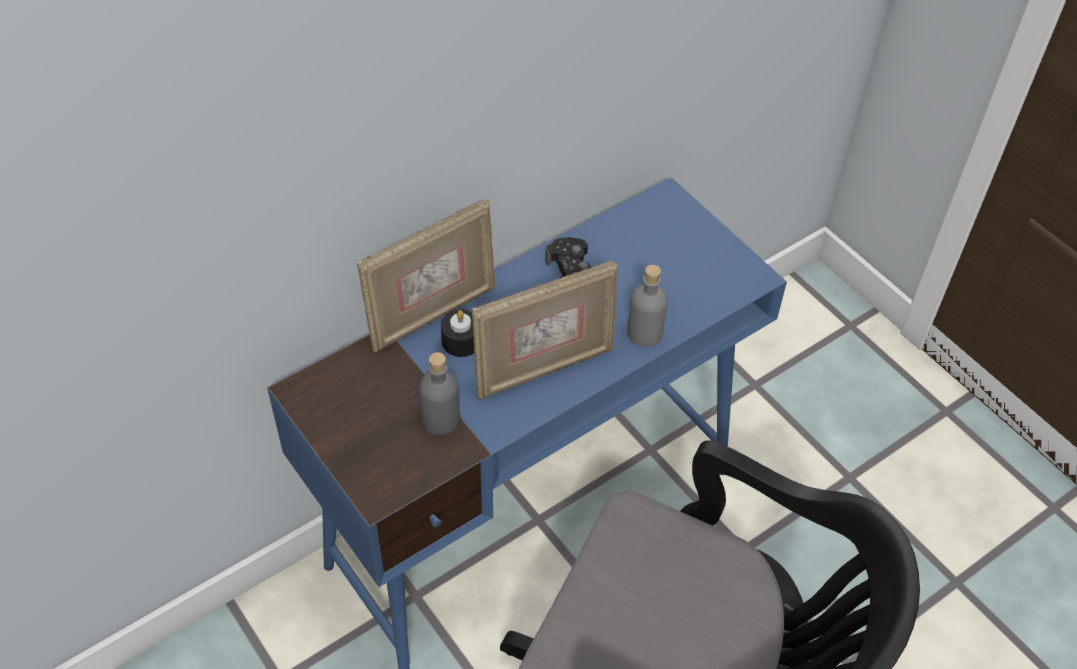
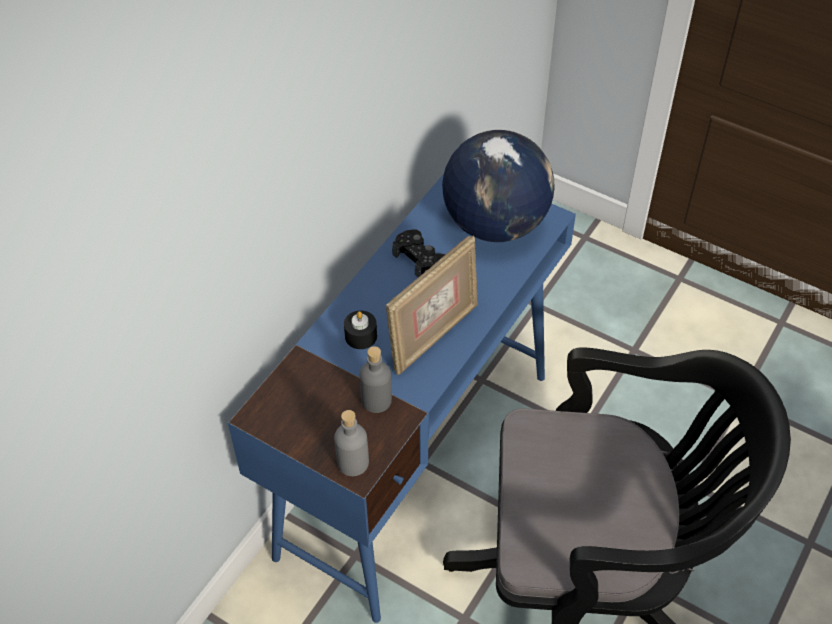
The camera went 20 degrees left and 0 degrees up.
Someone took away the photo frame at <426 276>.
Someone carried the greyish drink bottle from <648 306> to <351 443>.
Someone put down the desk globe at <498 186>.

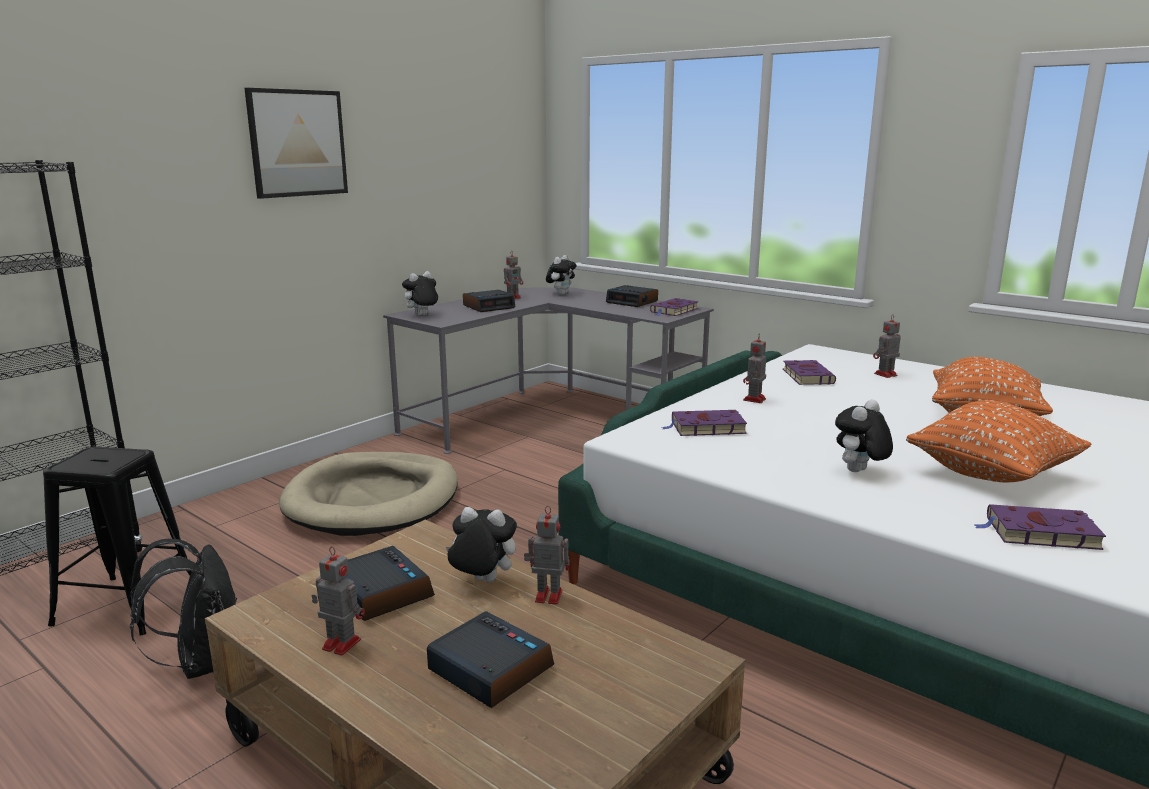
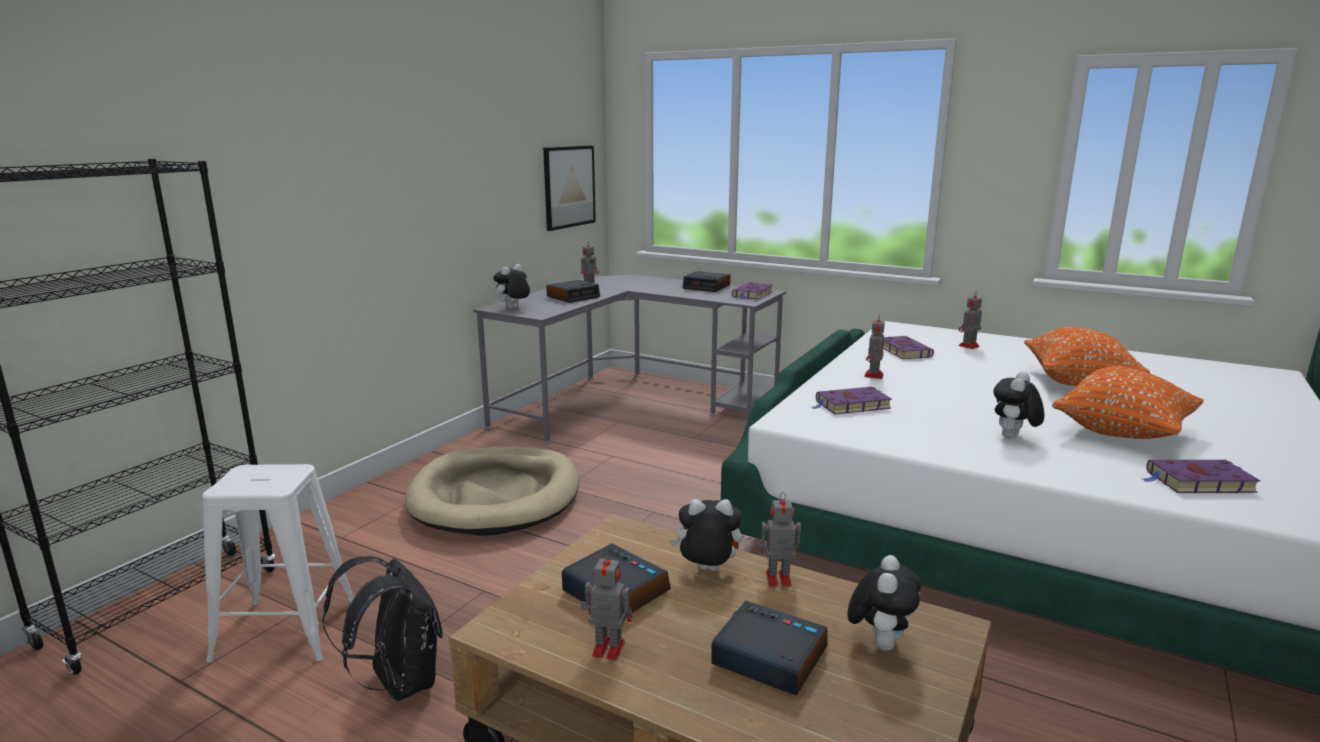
The camera went 10 degrees left and 0 degrees up.
Someone repainted the blackish stool seat at <117 540>, which became the white-coloured stool seat at <278 563>.
Someone carried the wall picture from <296 143> to <569 188>.
Someone carried the plush toy from <561 275> to <884 603>.

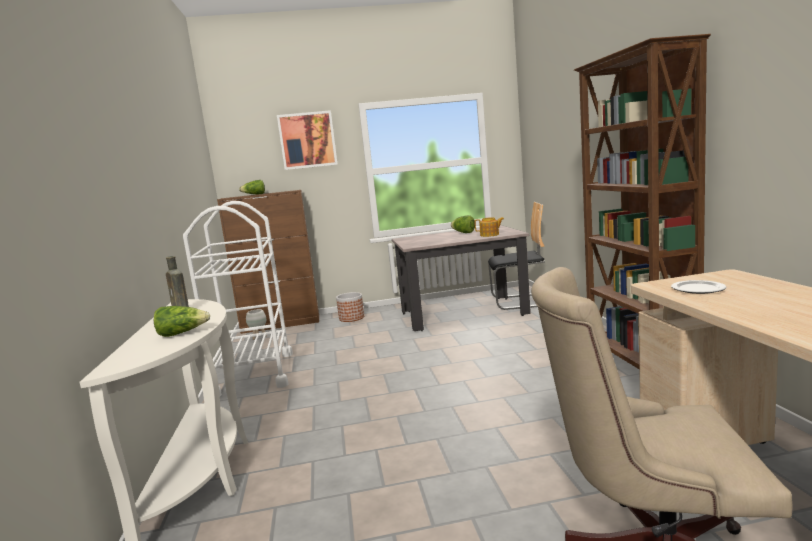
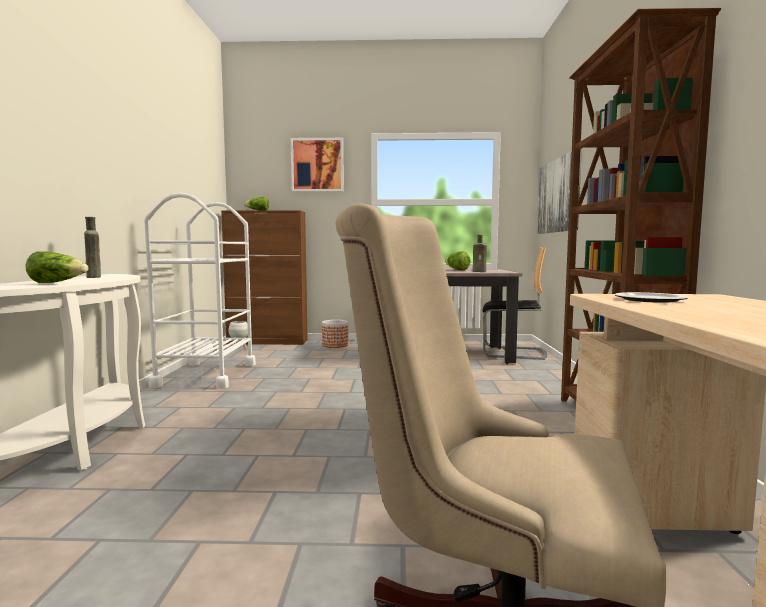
The camera went 10 degrees right and 5 degrees down.
Someone swapped the teapot at <489 227> for the brownish drink bottle at <480 253>.
Someone put up the wall picture at <560 191>.

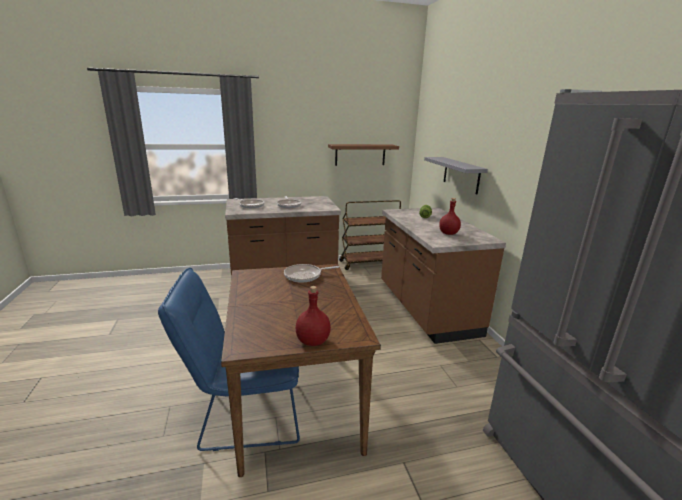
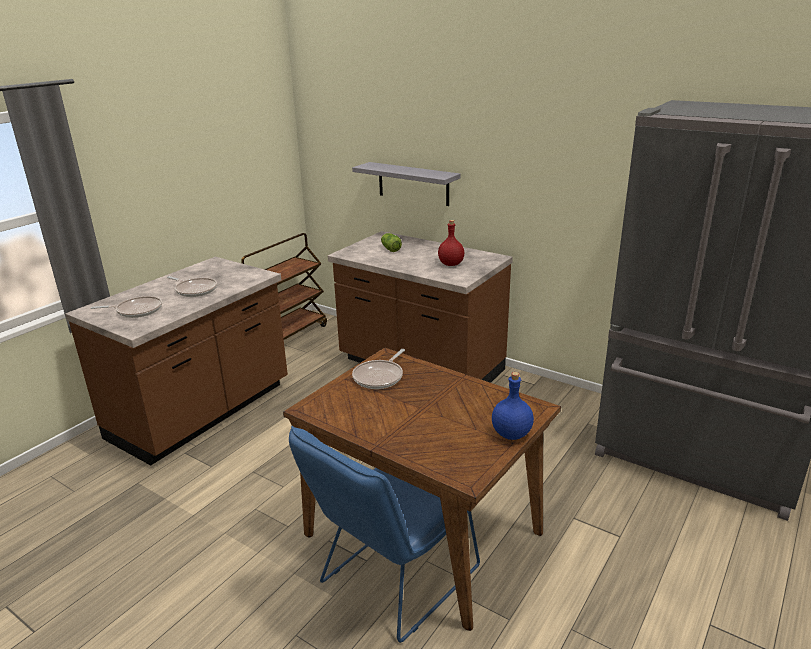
The camera went 40 degrees left and 5 degrees up.
Someone repainted the red drink bottle at <313 316>, which became the blue-coloured drink bottle at <513 406>.
Someone took away the brownish shelf at <363 155>.

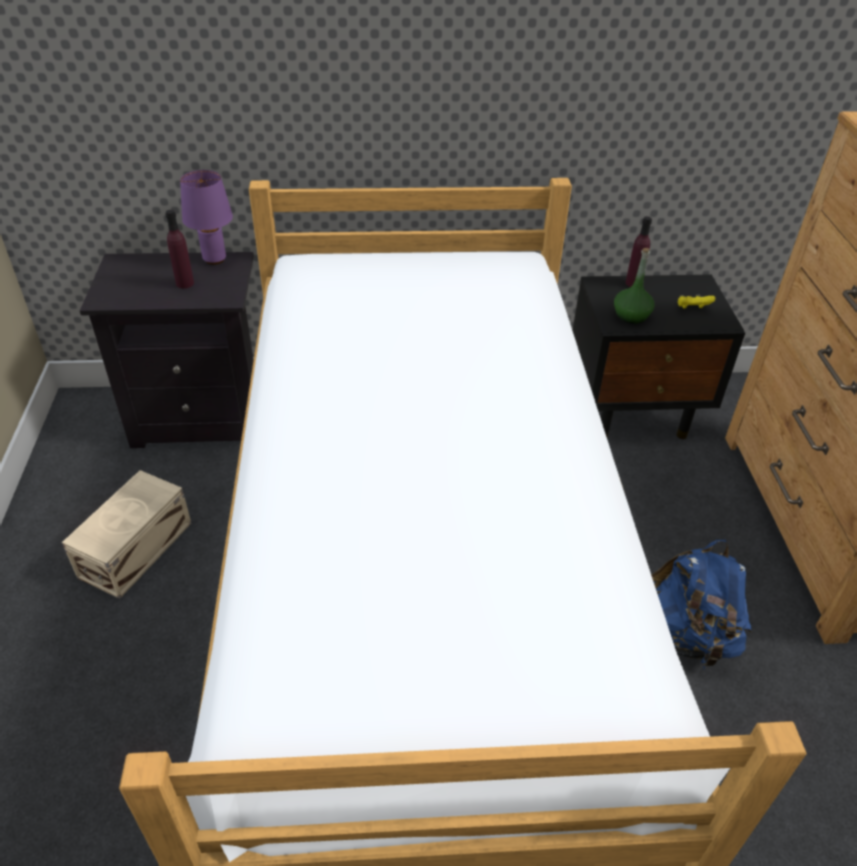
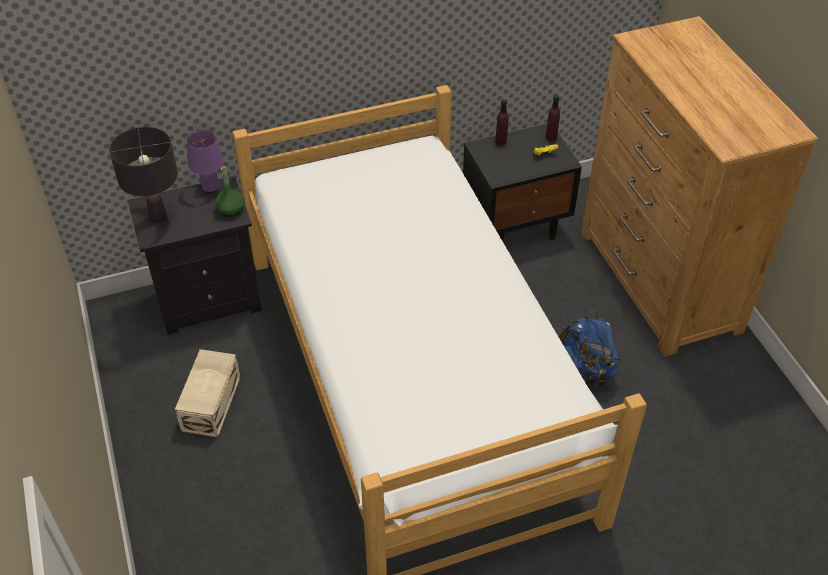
The camera went 15 degrees left and 5 degrees up.
Someone carried the purplish drink bottle from <179 249> to <553 118>.
Someone carried the green-coloured drink bottle from <634 286> to <230 191>.
Someone put down the blackish tabletop lamp at <143 175>.

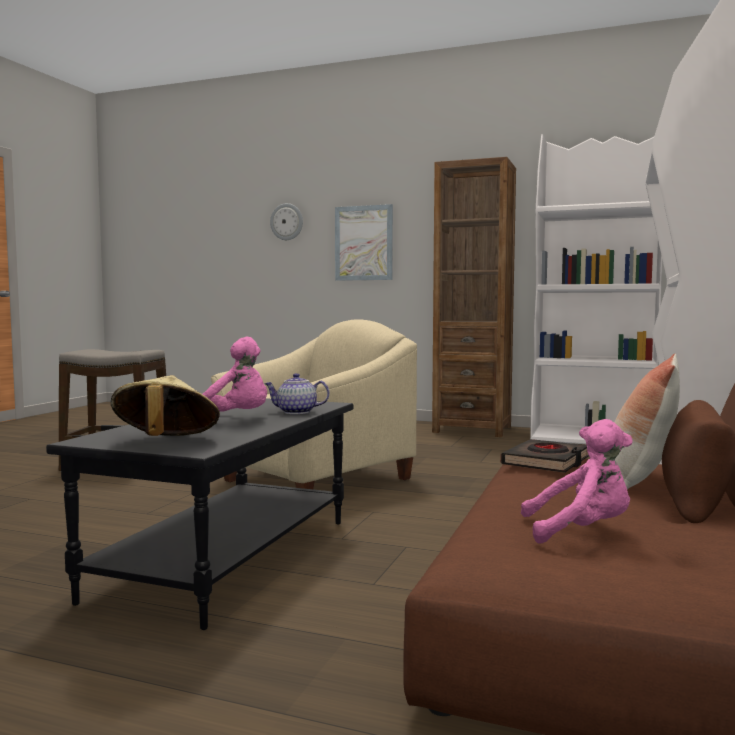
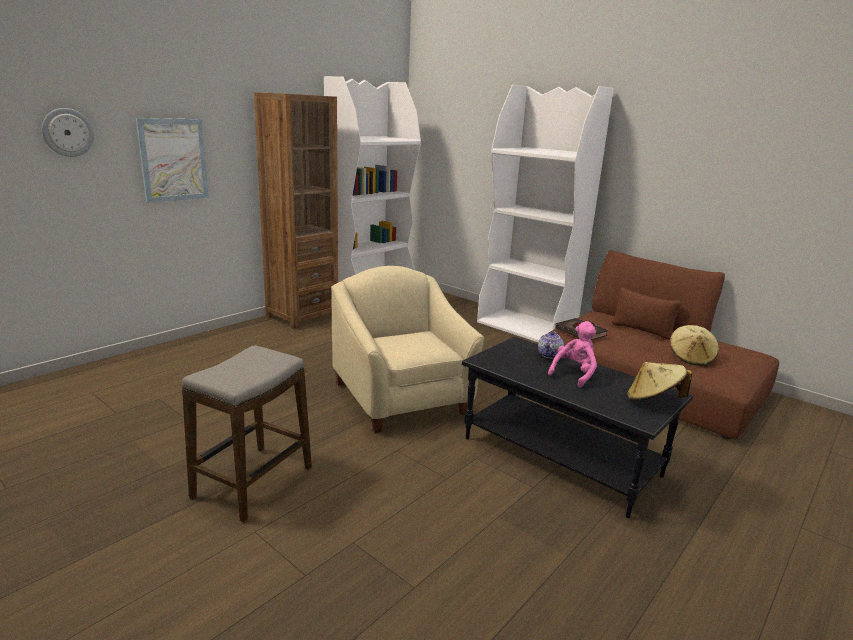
The camera went 70 degrees left and 15 degrees up.
Someone swapped the pink-coloured plush toy at <577 481> for the sand-coloured clothing hat at <694 345>.
Someone took away the throw pillow at <647 421>.

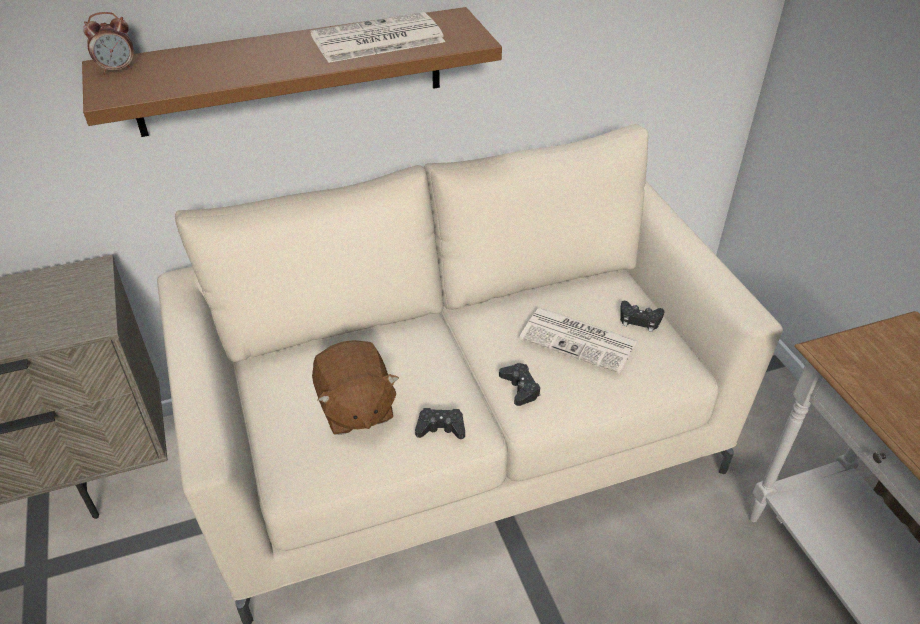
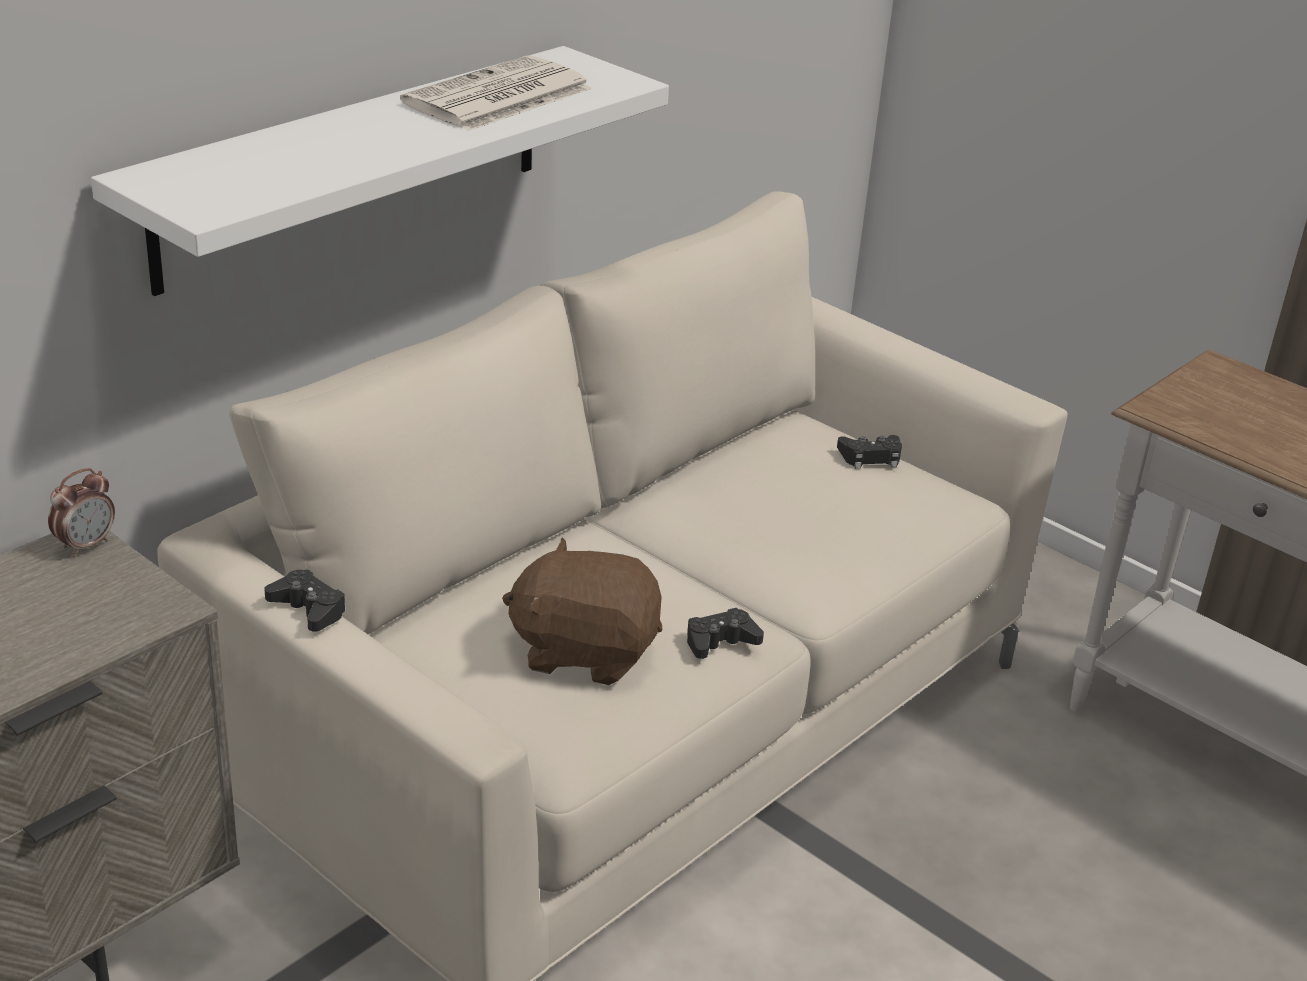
The camera went 30 degrees left and 10 degrees down.
Someone repainted the brownish shelf at <292 72>, which became the white-coloured shelf at <380 171>.
Someone carried the table clock from <108 43> to <81 512>.
Someone rotated the brownish plush toy at <355 387> by 150 degrees clockwise.
Someone carried the blackish game controller from <520 384> to <305 600>.
Someone took away the newspaper at <578 340>.

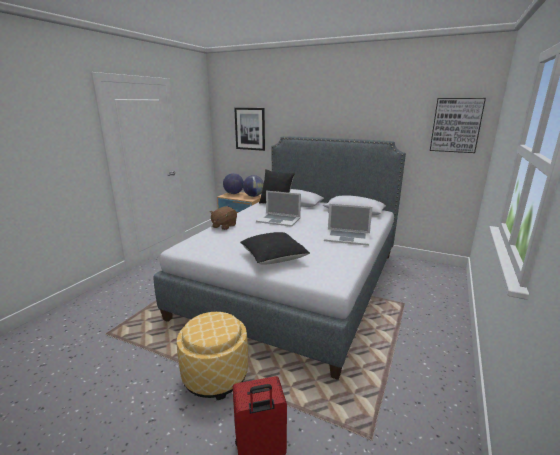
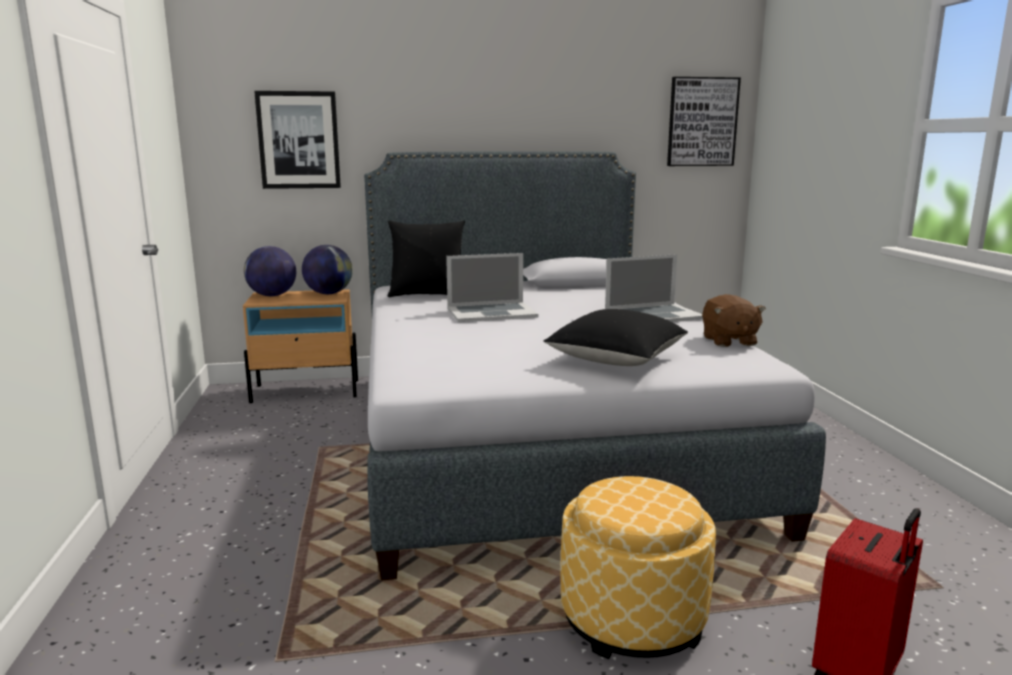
The camera went 35 degrees left and 5 degrees down.
Someone carried the brownish plush toy from <223 218> to <734 320>.

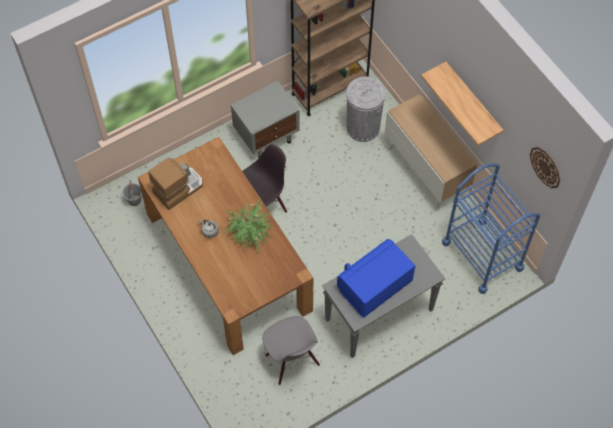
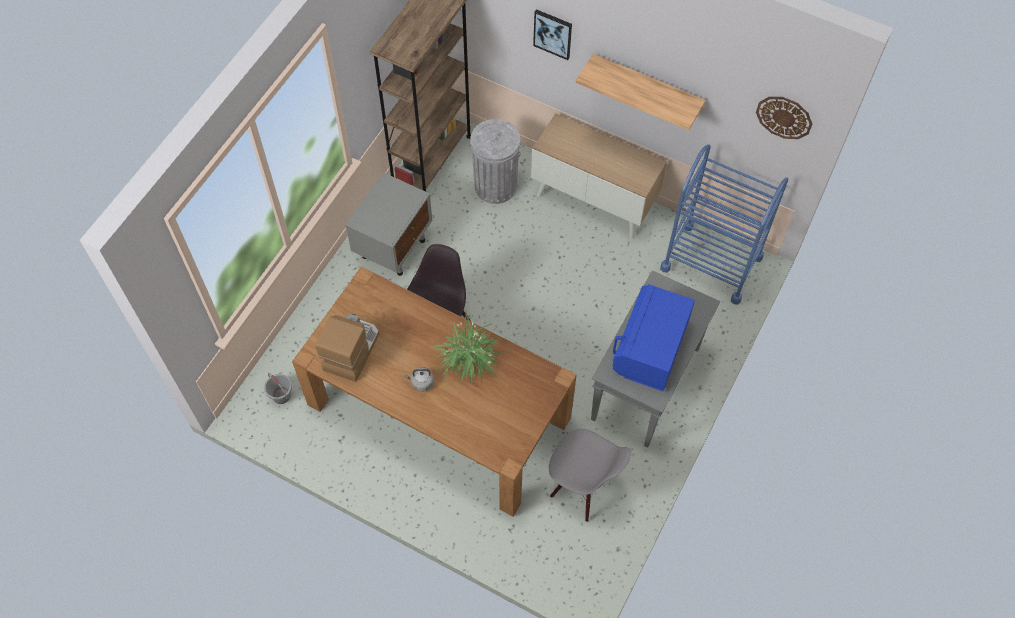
The camera went 30 degrees left and 0 degrees up.
Someone put up the wall picture at <552 34>.

